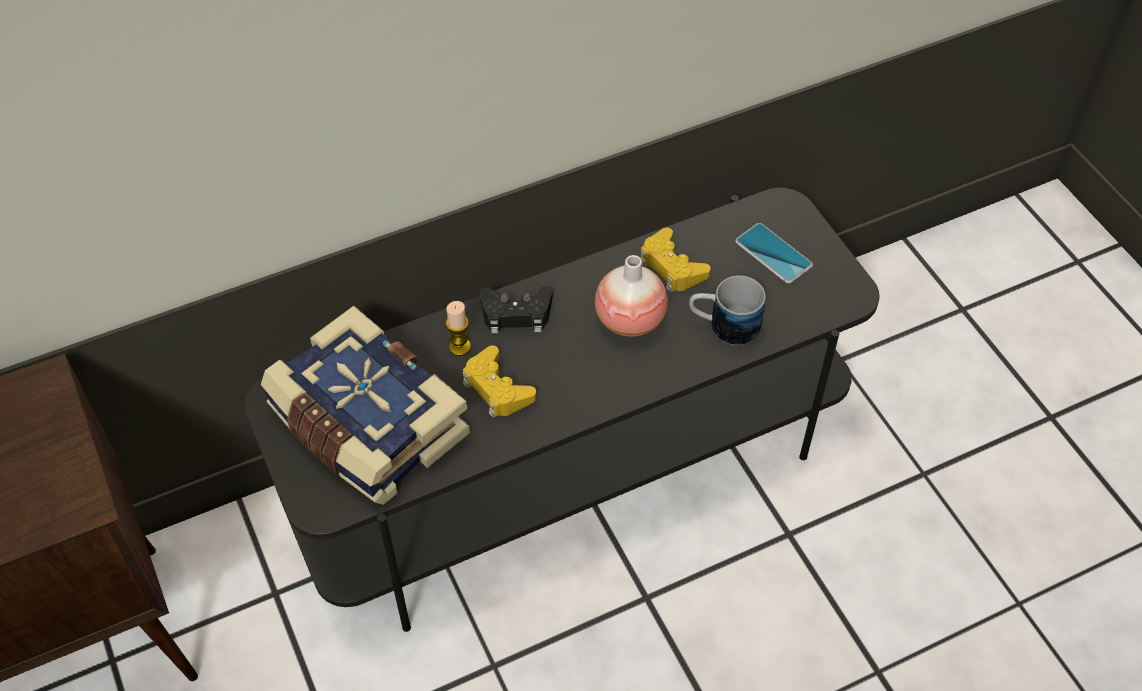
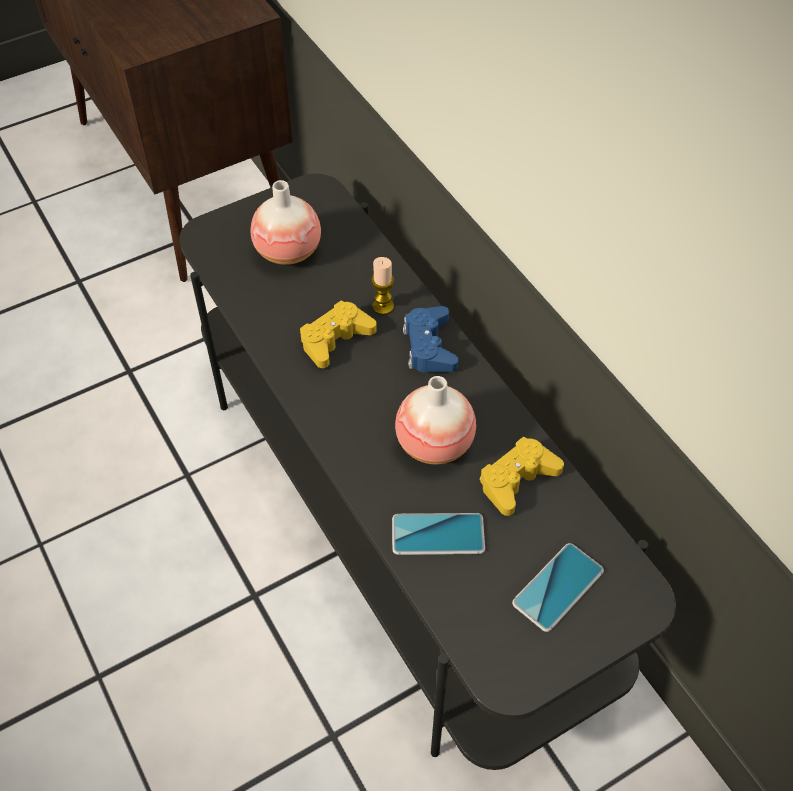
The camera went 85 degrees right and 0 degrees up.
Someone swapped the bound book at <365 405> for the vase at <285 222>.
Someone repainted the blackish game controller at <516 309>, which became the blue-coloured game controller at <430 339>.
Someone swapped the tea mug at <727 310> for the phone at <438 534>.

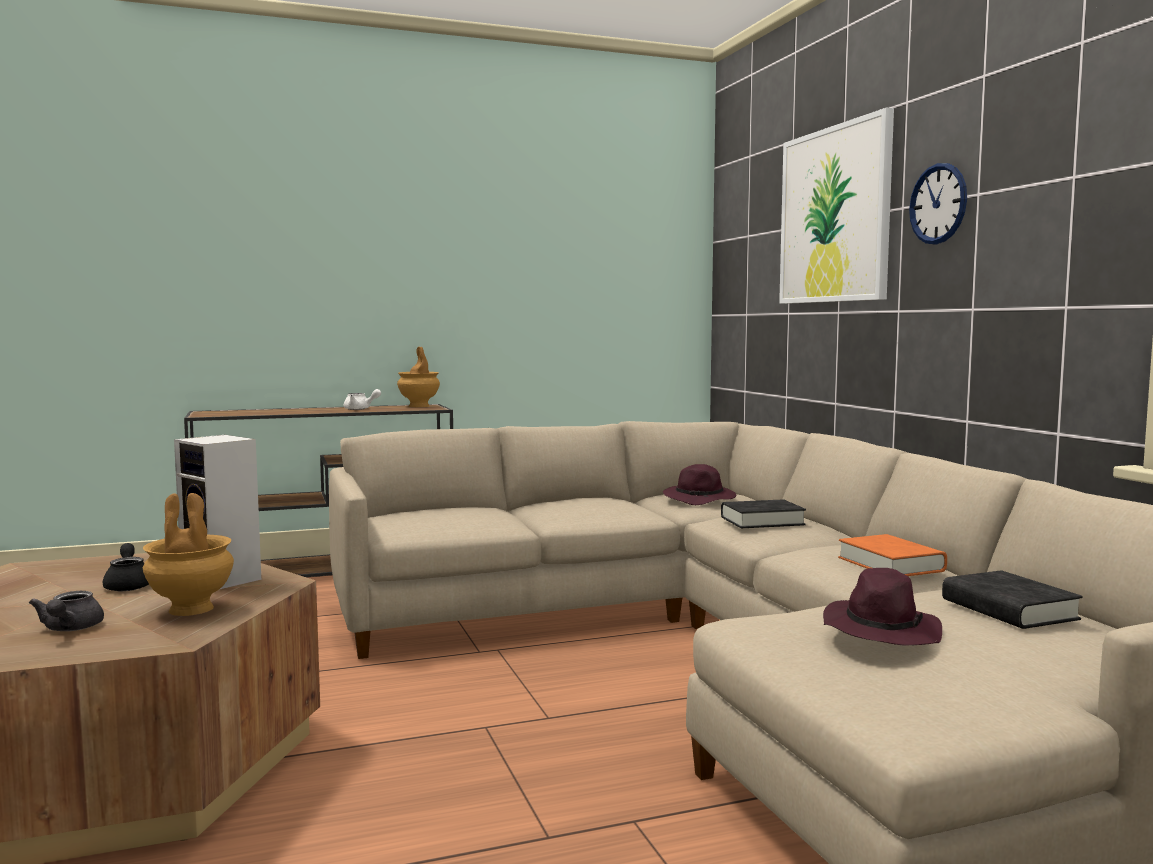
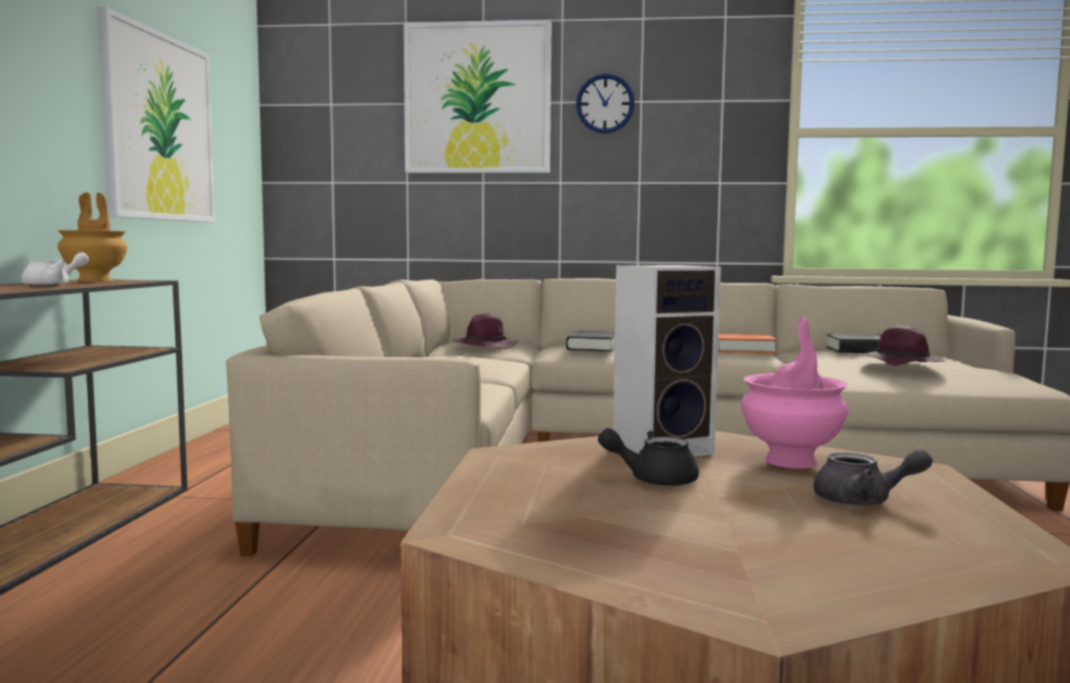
The camera went 65 degrees left and 0 degrees up.
Someone repainted the brownish vase at <188 554>, which became the pink-coloured vase at <794 392>.
Someone put up the wall picture at <156 114>.

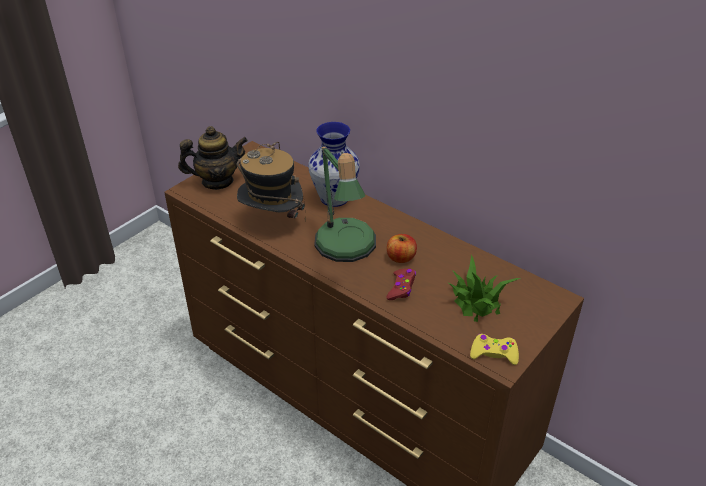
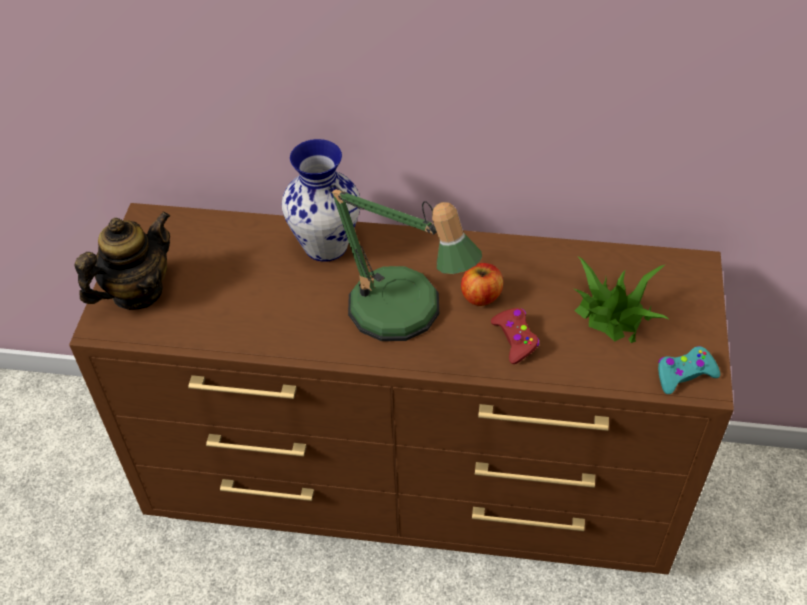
The camera went 30 degrees left and 10 degrees up.
Someone took away the clothing hat at <271 182>.
Someone repainted the yellowish game controller at <494 349>, which became the blue-green game controller at <689 370>.

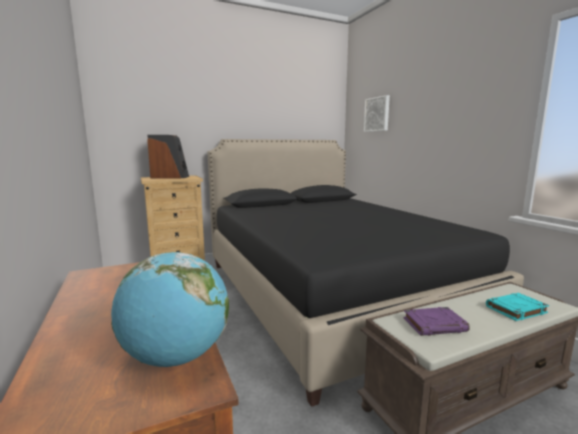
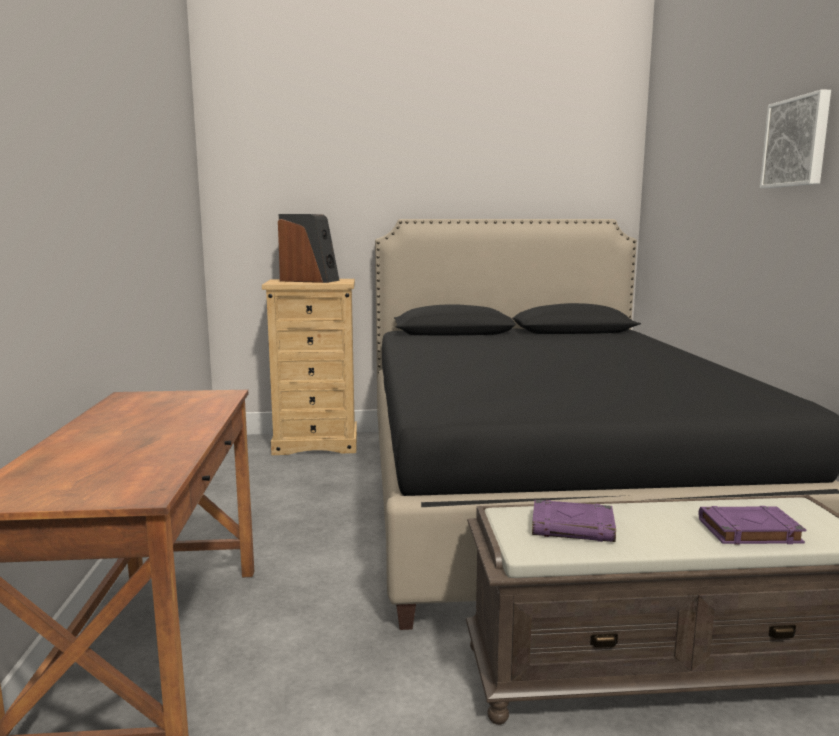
The camera went 20 degrees right and 0 degrees up.
Someone took away the desk globe at <170 309>.
Someone carried the wall picture from <377 113> to <795 139>.
Someone repainted the blue-green bound book at <517 307>, which became the purplish bound book at <752 525>.

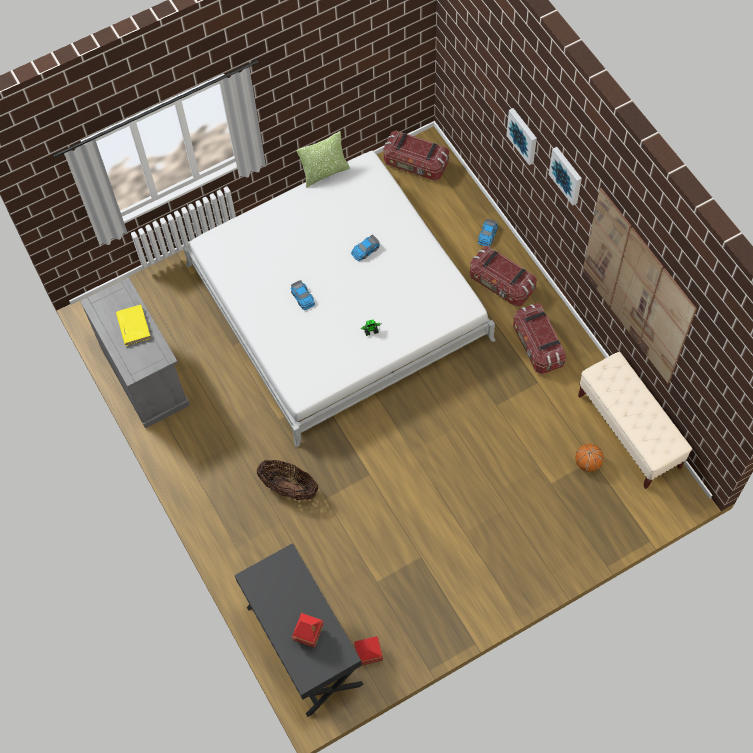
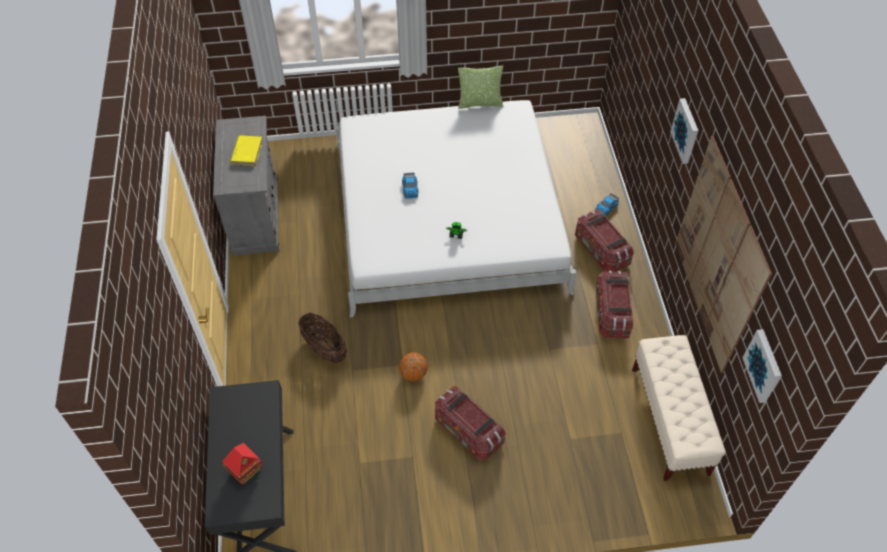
The camera went 20 degrees right and 10 degrees down.
Someone took away the model car at <365 248>.
Someone took away the toy house at <368 650>.
Someone carried the storage box from <416 156> to <470 423>.
Someone carried the wall picture from <521 136> to <762 366>.
Someone carried the ball for basketball from <589 458> to <413 366>.

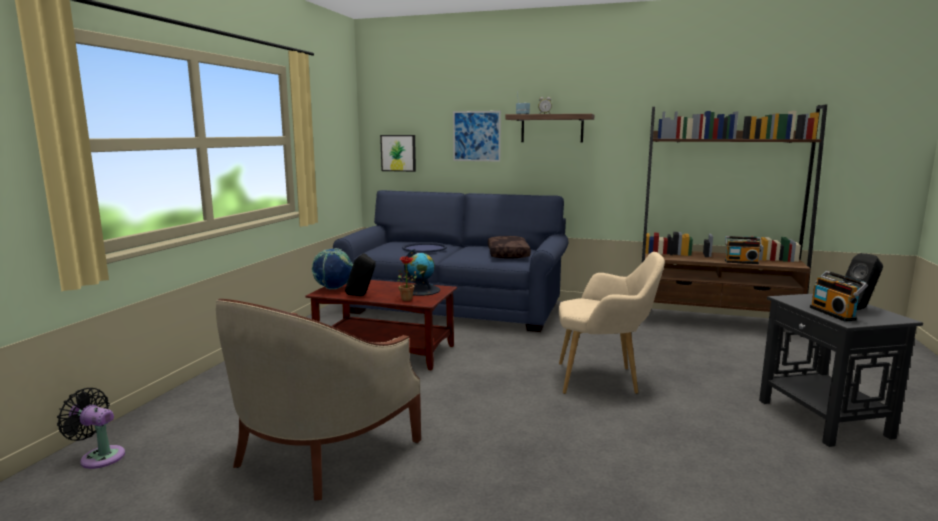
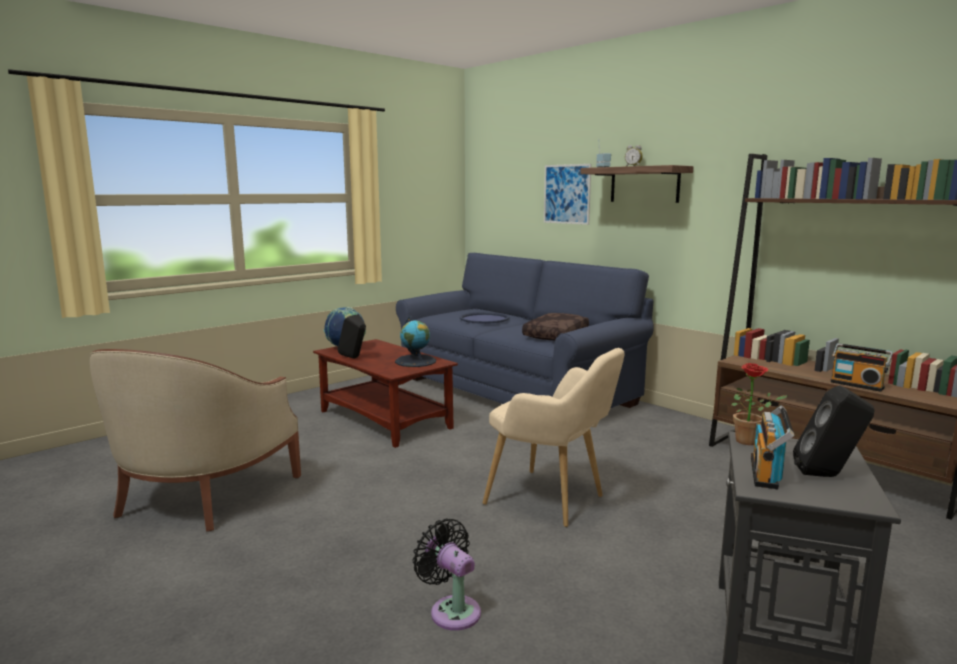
The camera went 30 degrees right and 0 degrees up.
Someone carried the blackish electric fan from <91 428> to <447 574>.
Someone rotated the sand-coloured armchair at <318 400> by 45 degrees counterclockwise.
Someone took away the wall picture at <398 153>.
Someone carried the potted plant from <410 278> to <759 404>.

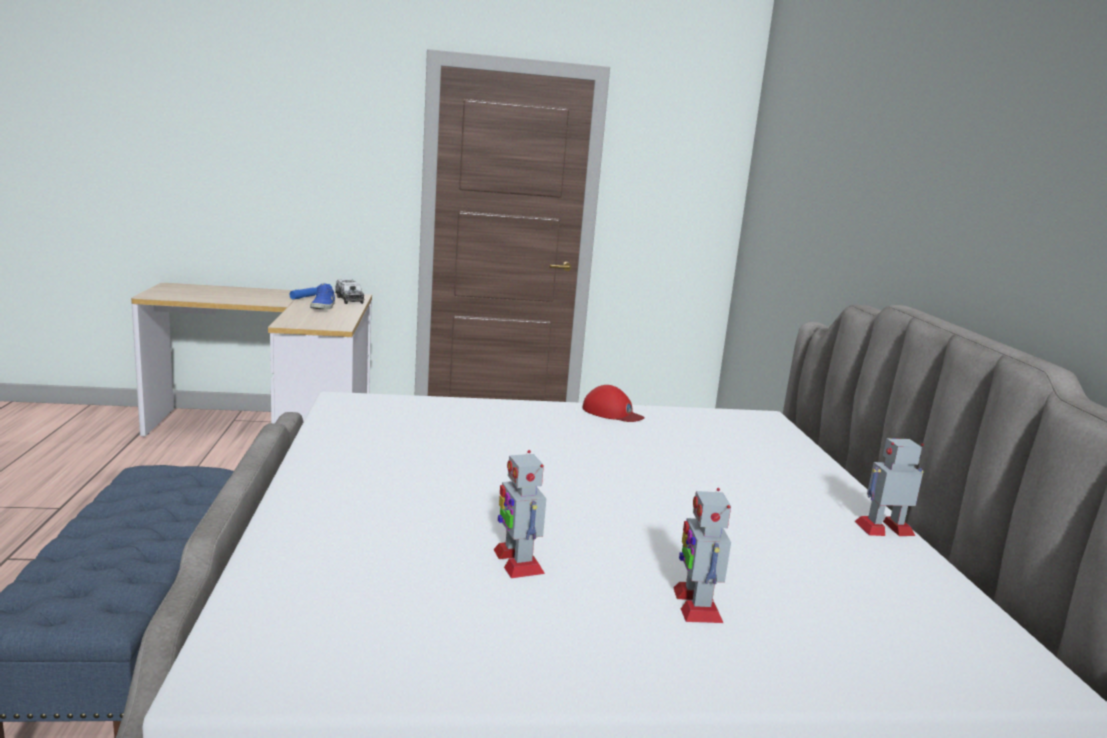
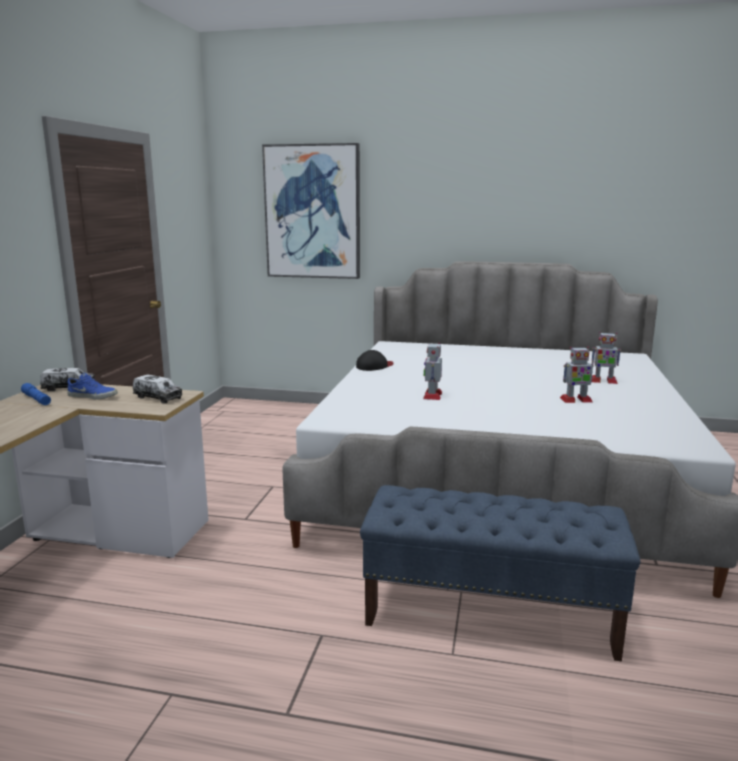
The camera went 70 degrees left and 0 degrees up.
Someone repainted the red peaked cap at <614 403>, which became the blackish peaked cap at <375 360>.
Someone carried the toy robot from <889 487> to <432 371>.
Someone put down the model truck at <157 389>.
Someone put up the wall picture at <311 211>.

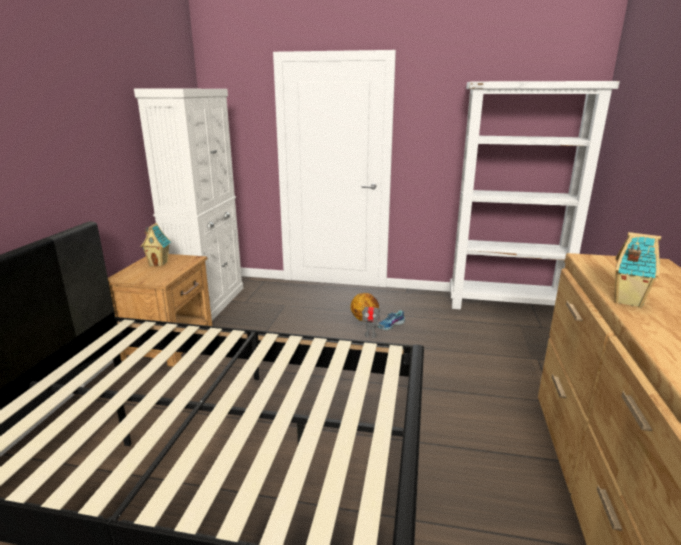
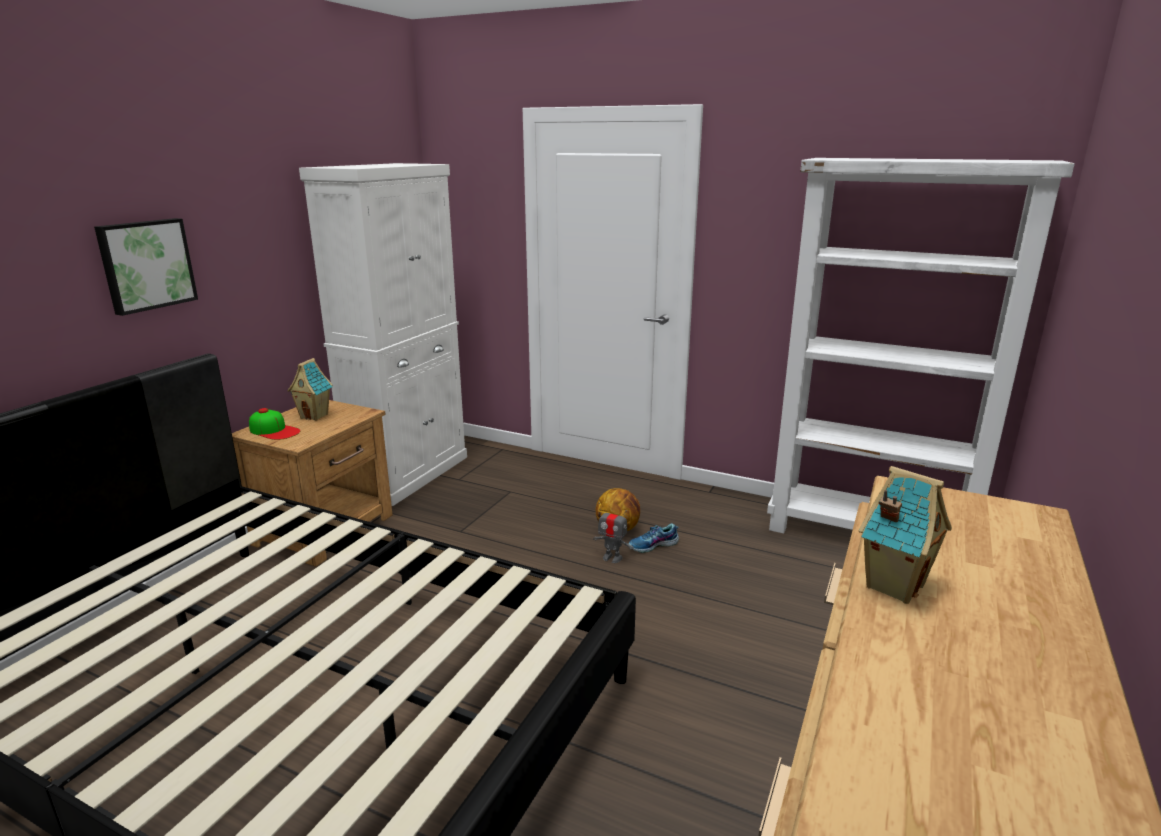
The camera went 15 degrees right and 0 degrees up.
Someone put up the wall picture at <146 267>.
Someone put down the peaked cap at <274 424>.

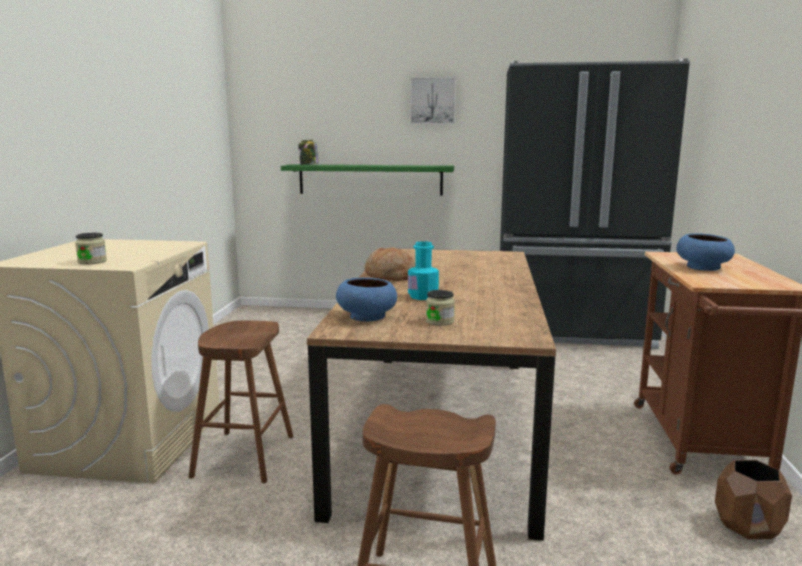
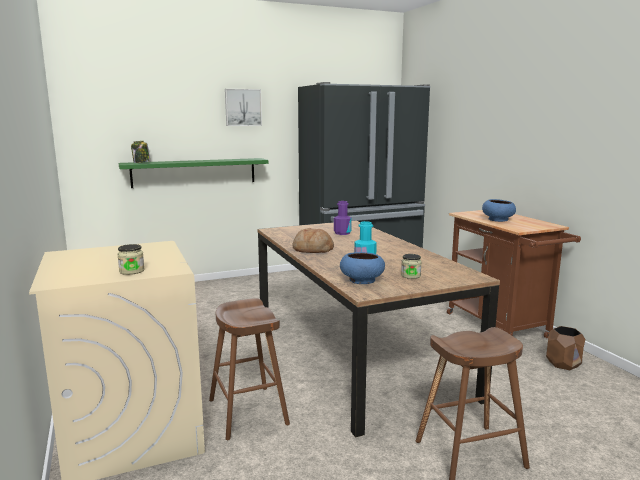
The camera went 30 degrees left and 0 degrees up.
Someone put down the purplish drink bottle at <343 218>.

